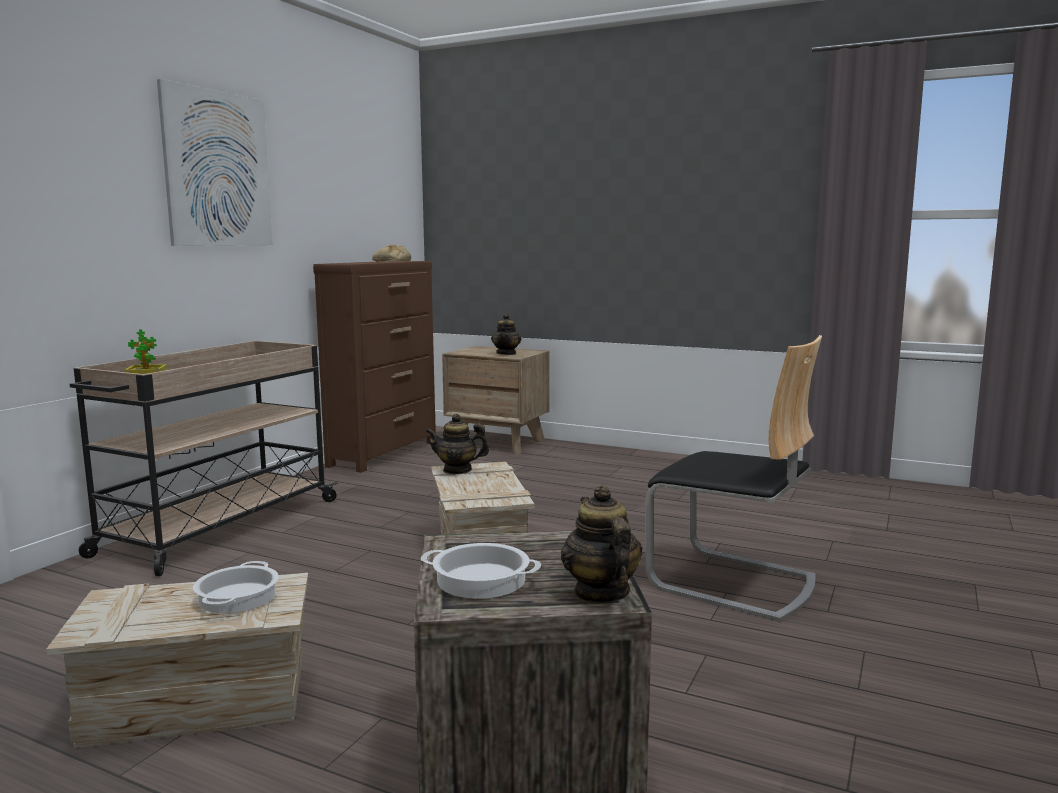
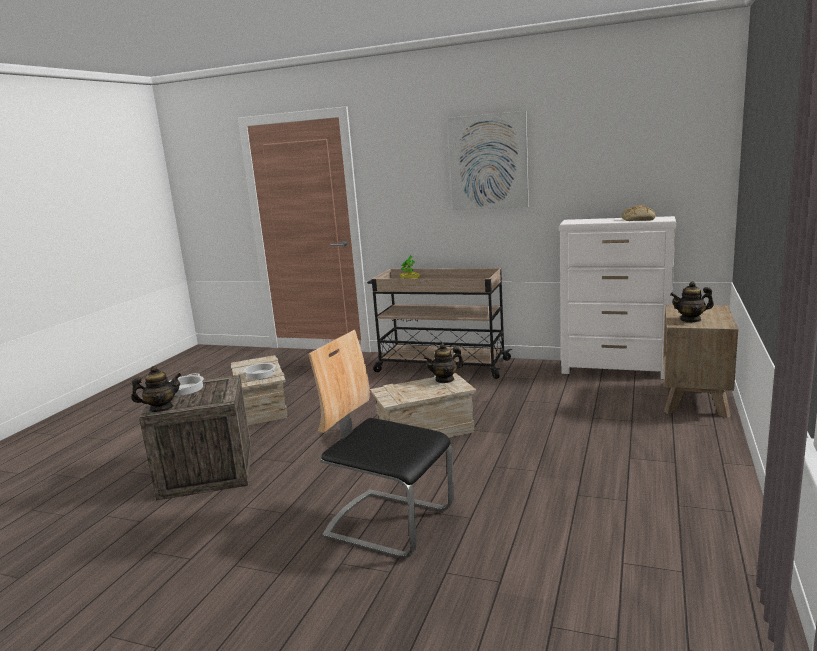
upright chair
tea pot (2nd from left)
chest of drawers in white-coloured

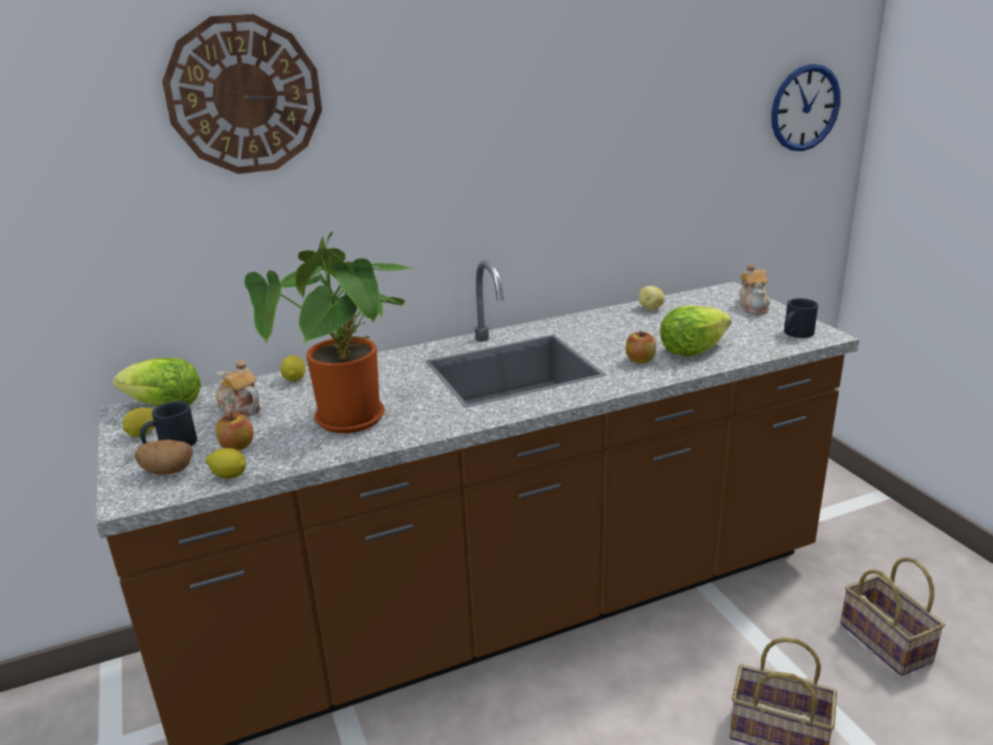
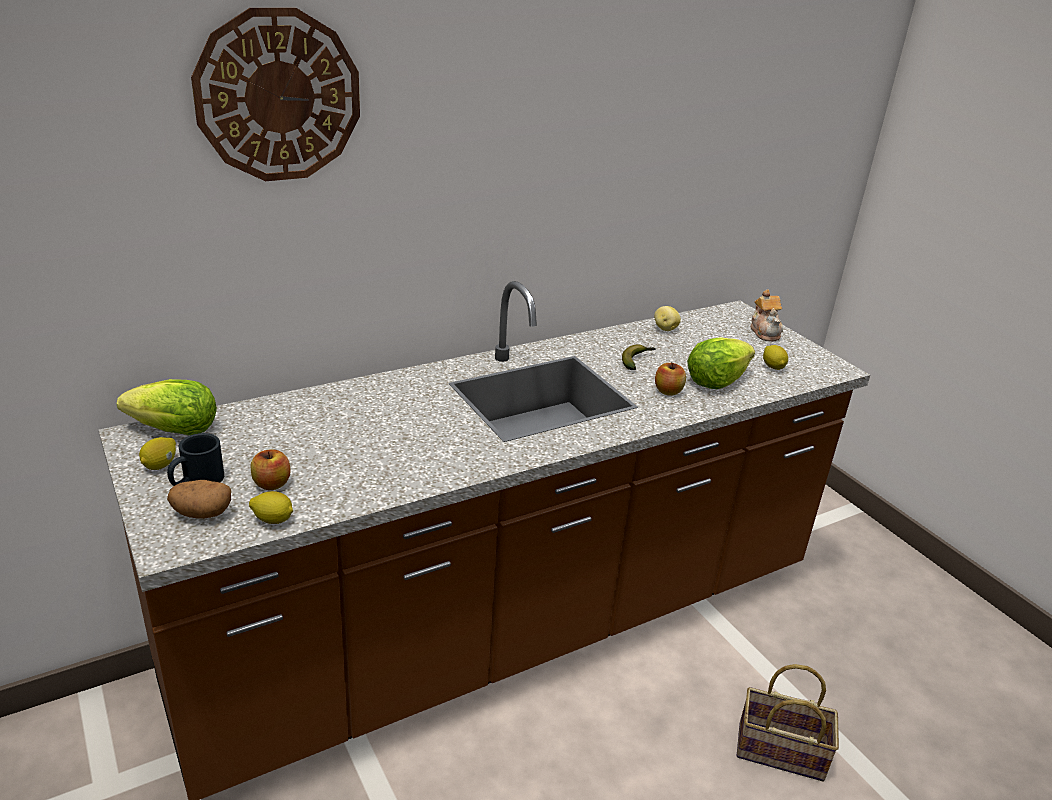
banana
citrus fruit (3rd from left)
tea pot (1st from left in the first image)
potted plant
clock on the wall (2nd from left in the first image)
coffee mug in blackish (2nd from left in the first image)
basket (2nd from left in the first image)

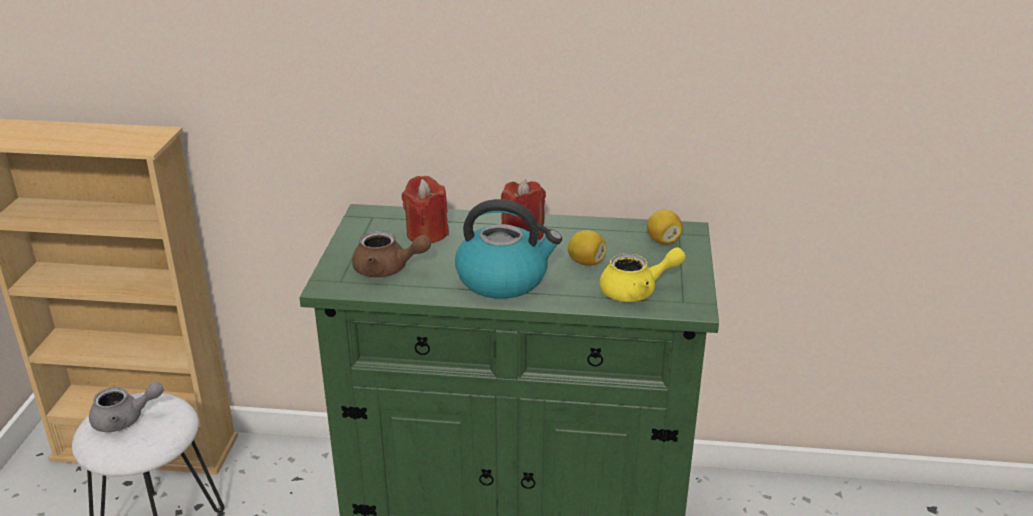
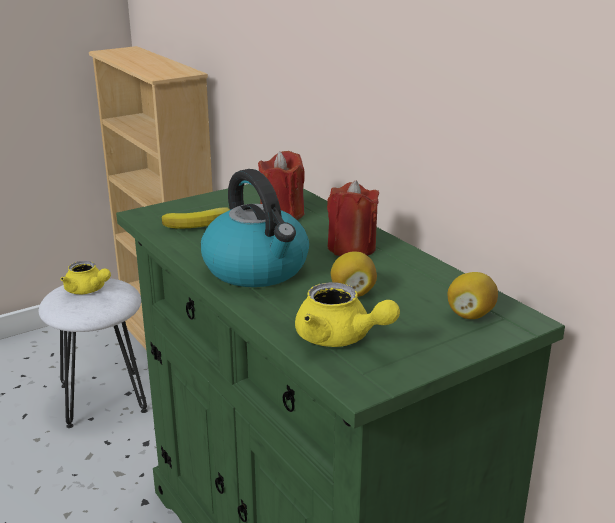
tea pot in yellowish (1st from left)
banana

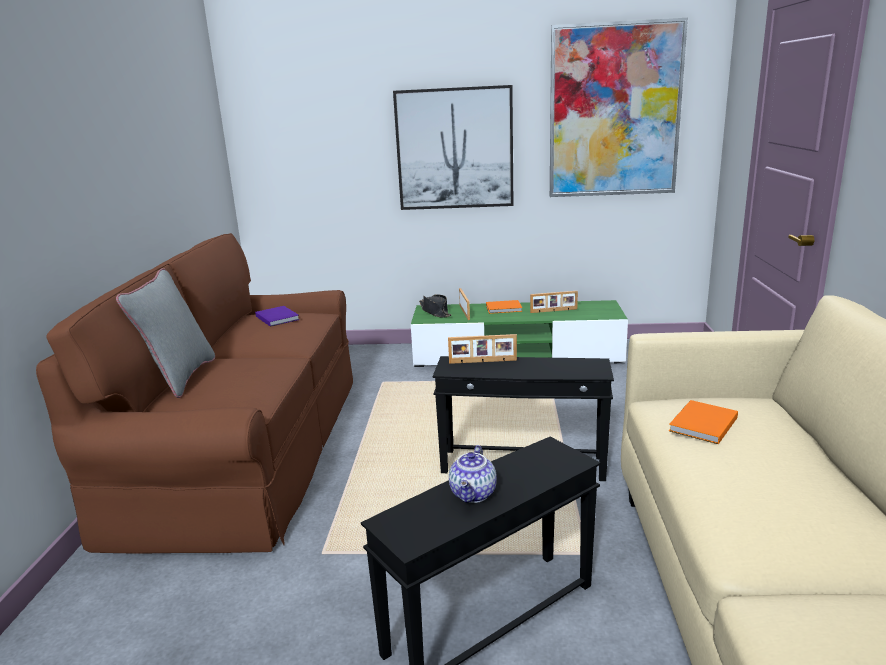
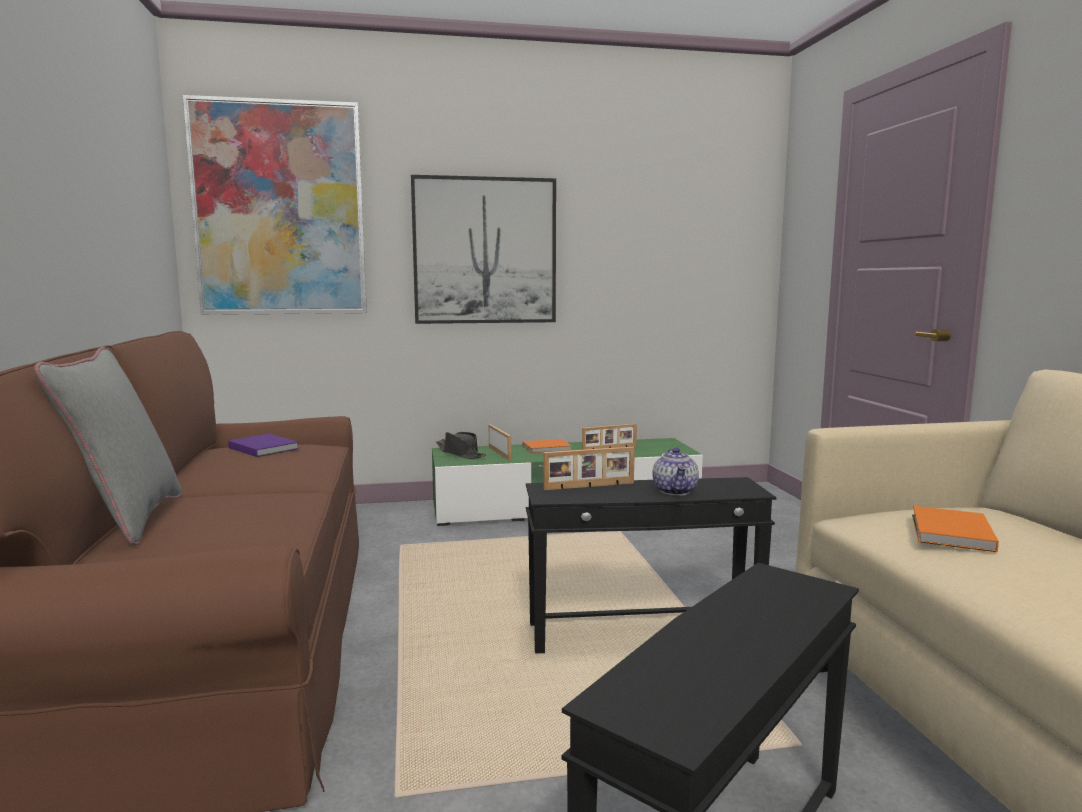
wall picture (1st from left)
tea pot

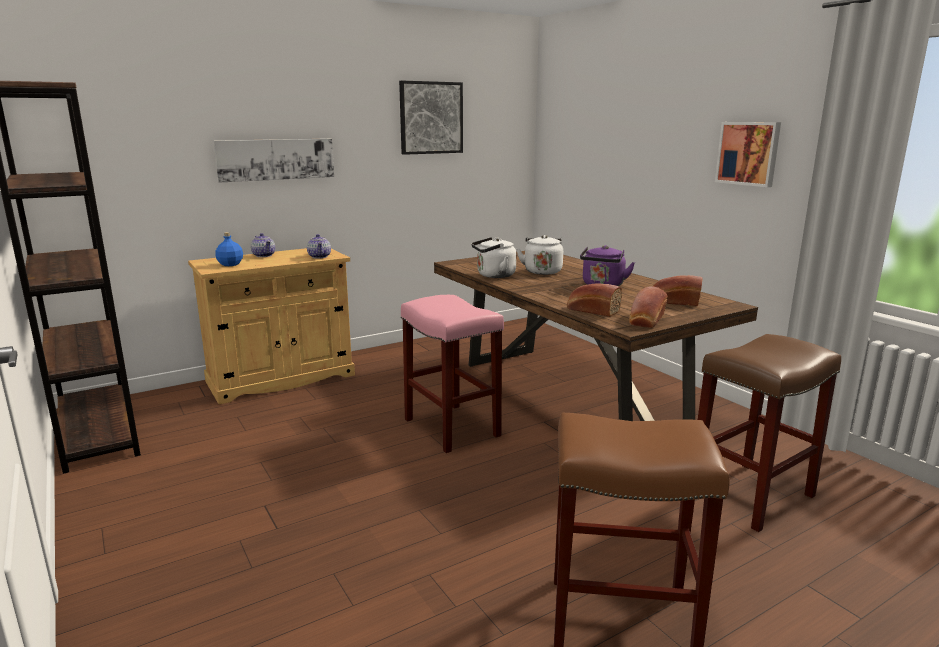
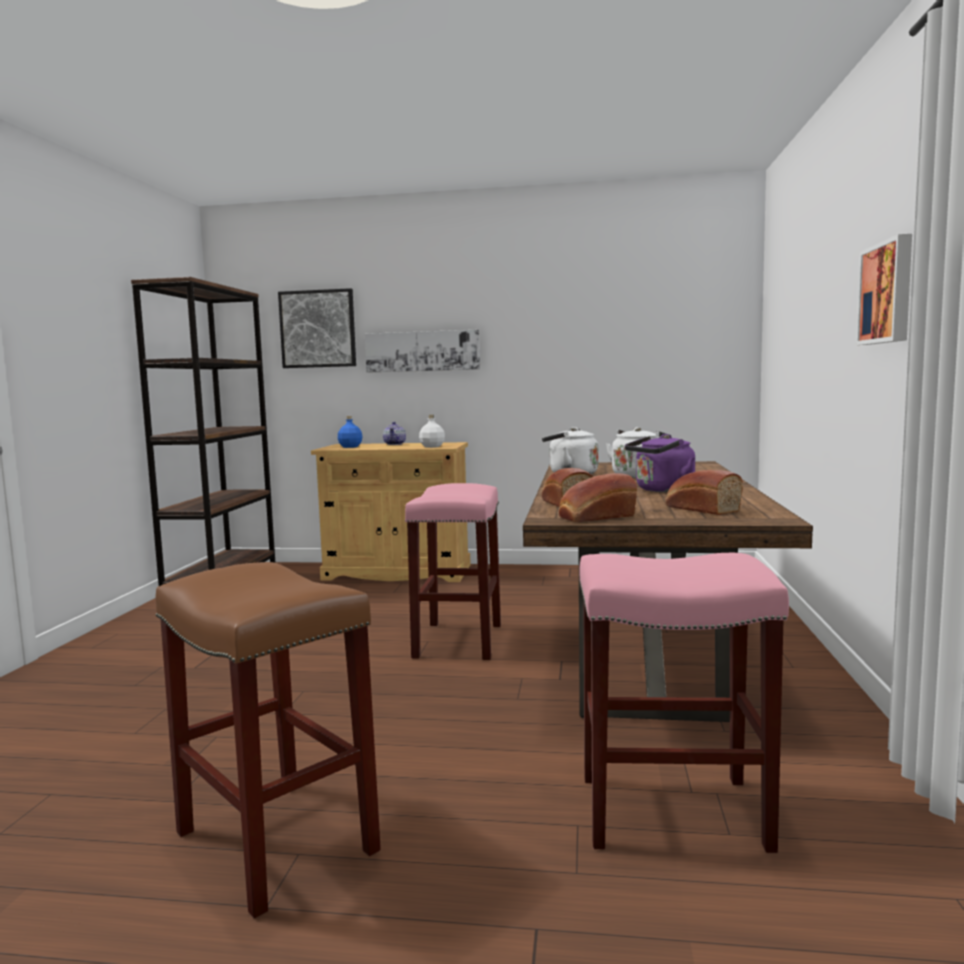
wall picture (1st from left)
bottle in white-coloured
sitting stool in pink-coloured (2nd from left)

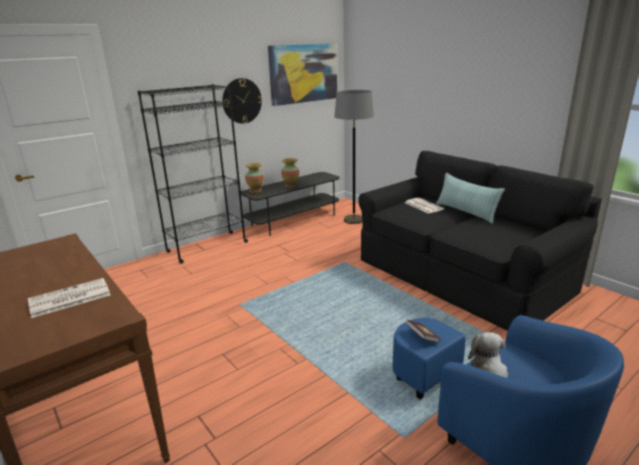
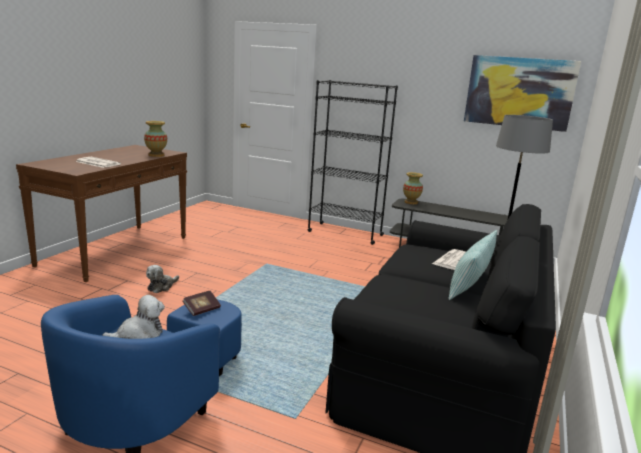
decorative vase (1st from left)
soft toy (2nd from left)
clock on the wall

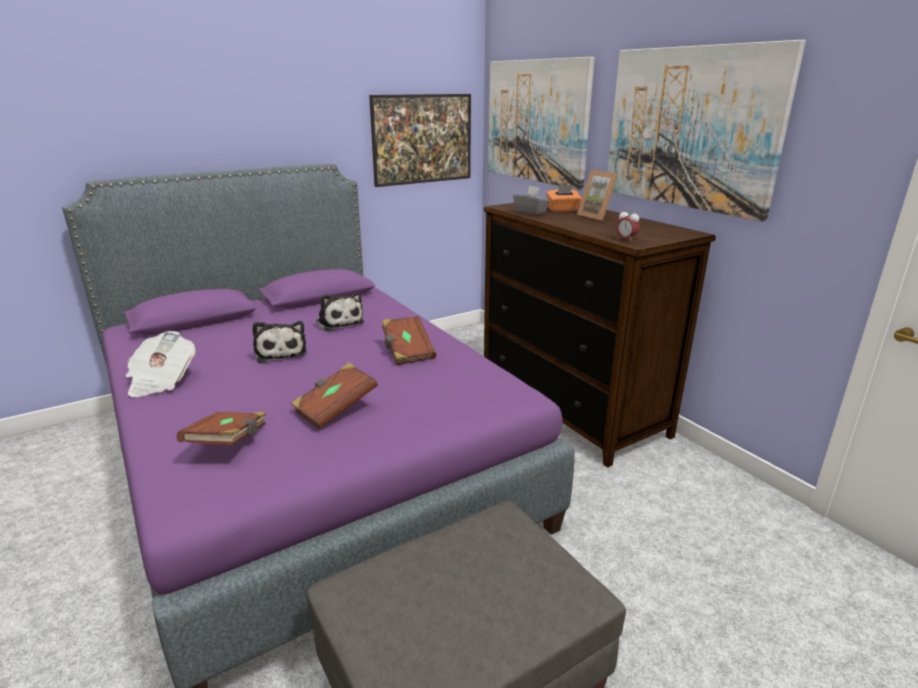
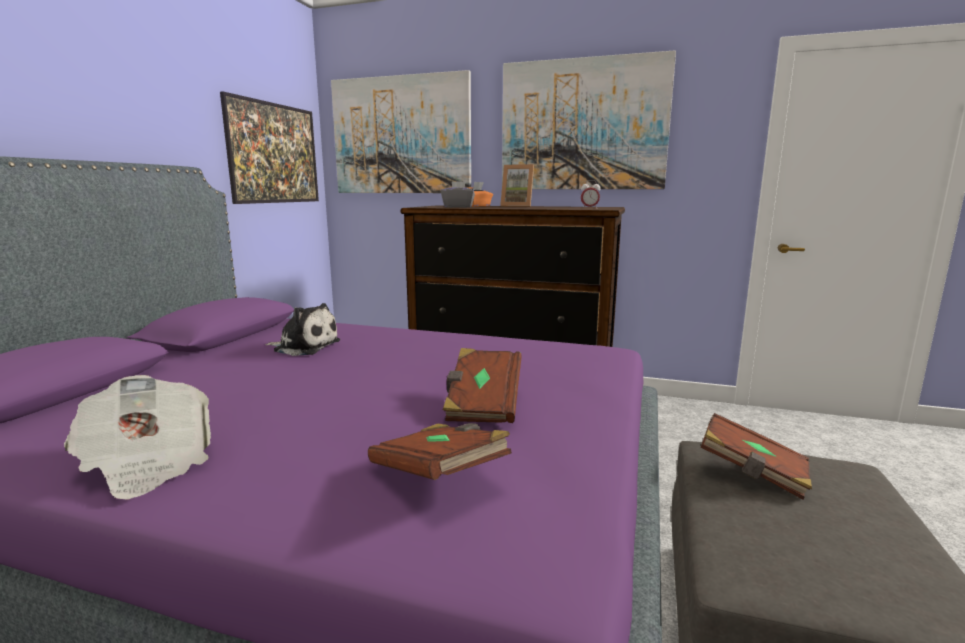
volume in brown (3rd from left)
soft toy (1st from left in the first image)

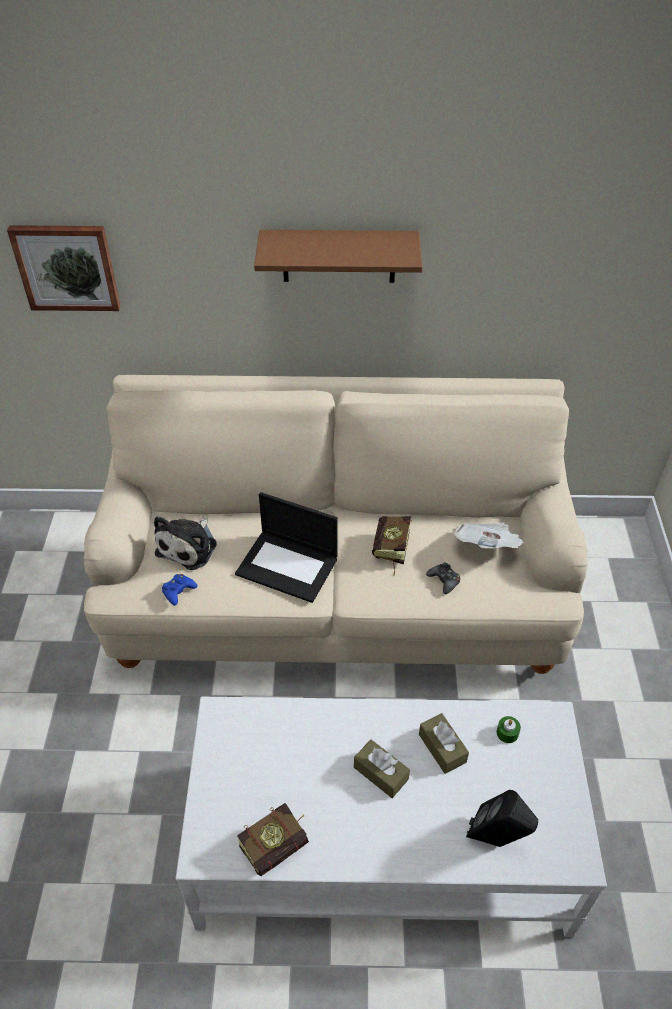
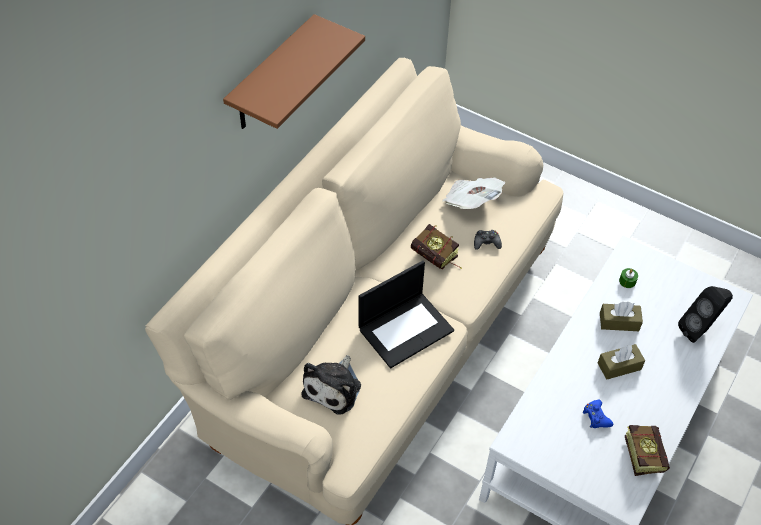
soft toy
joypad in blue
wall picture

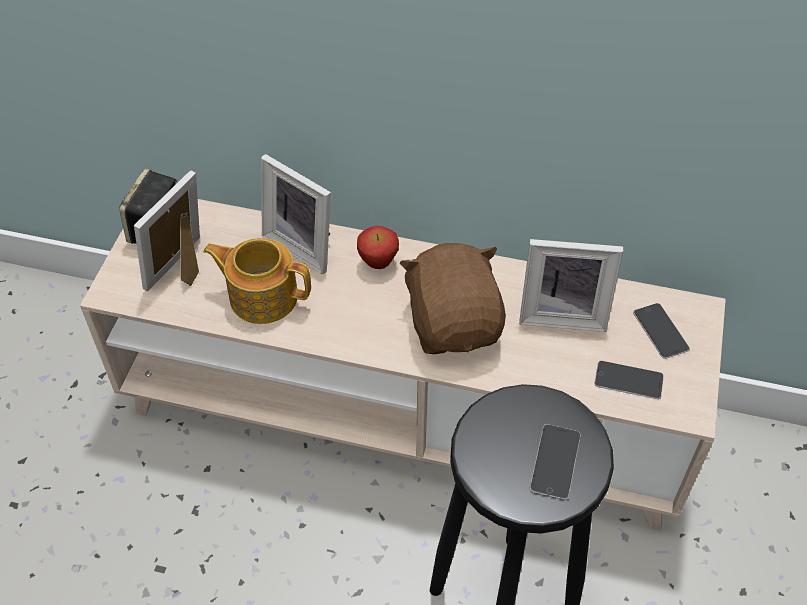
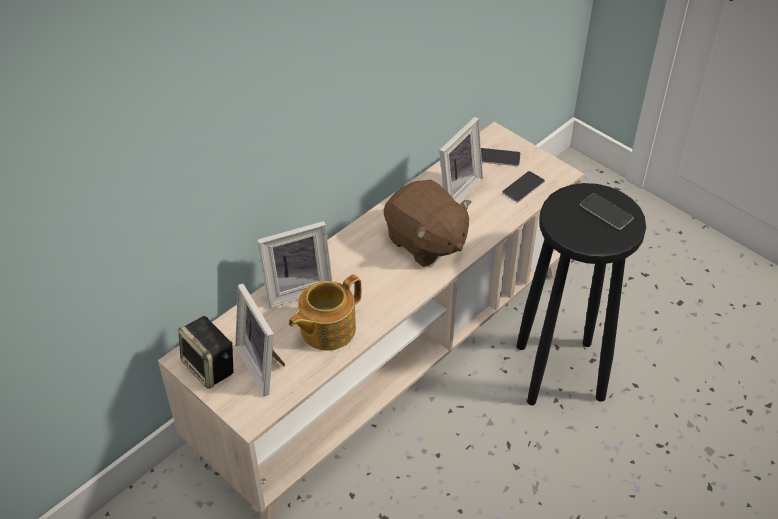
soft toy in brown
apple

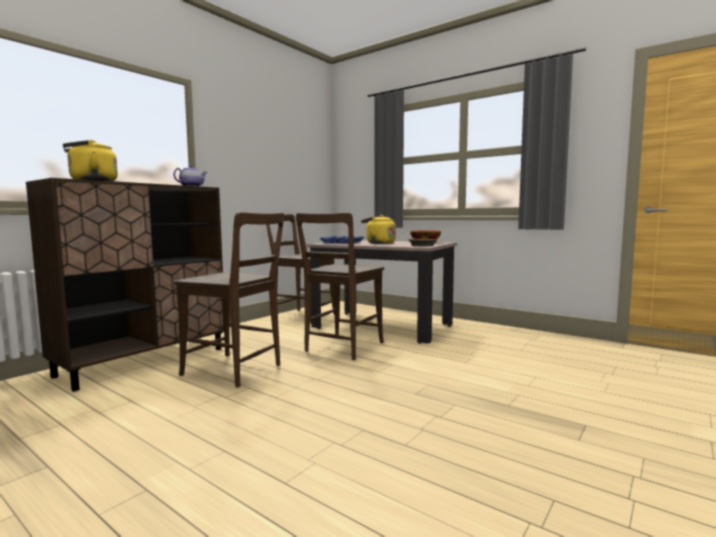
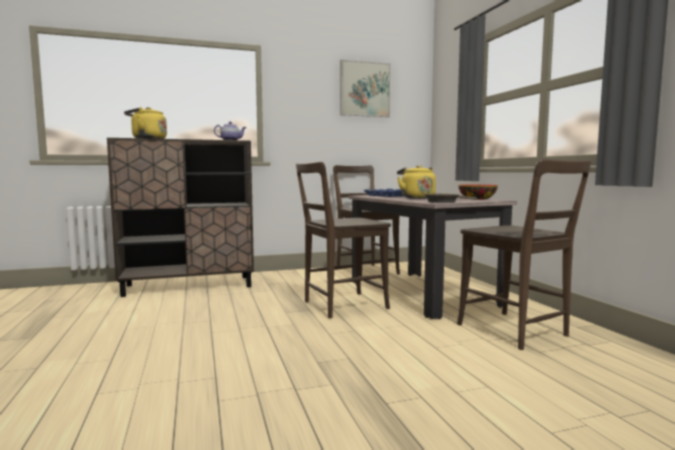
wall picture
upright chair in brown (3rd from left)

